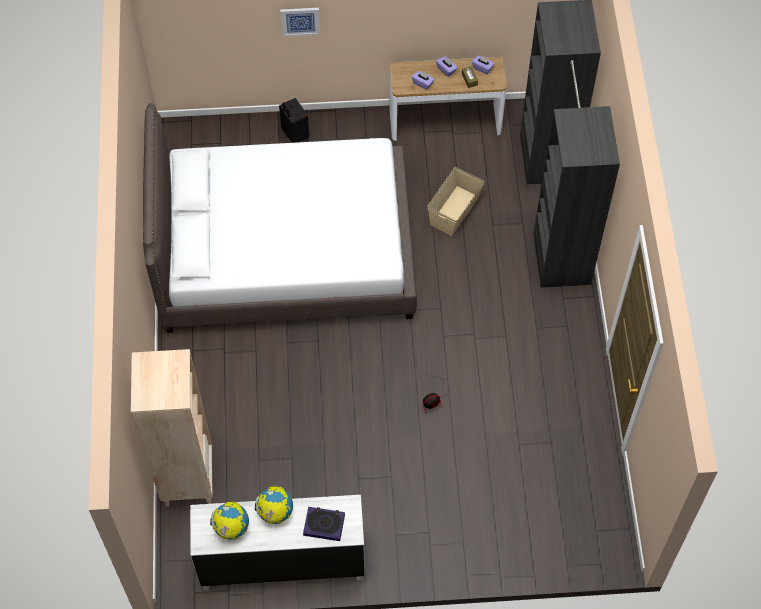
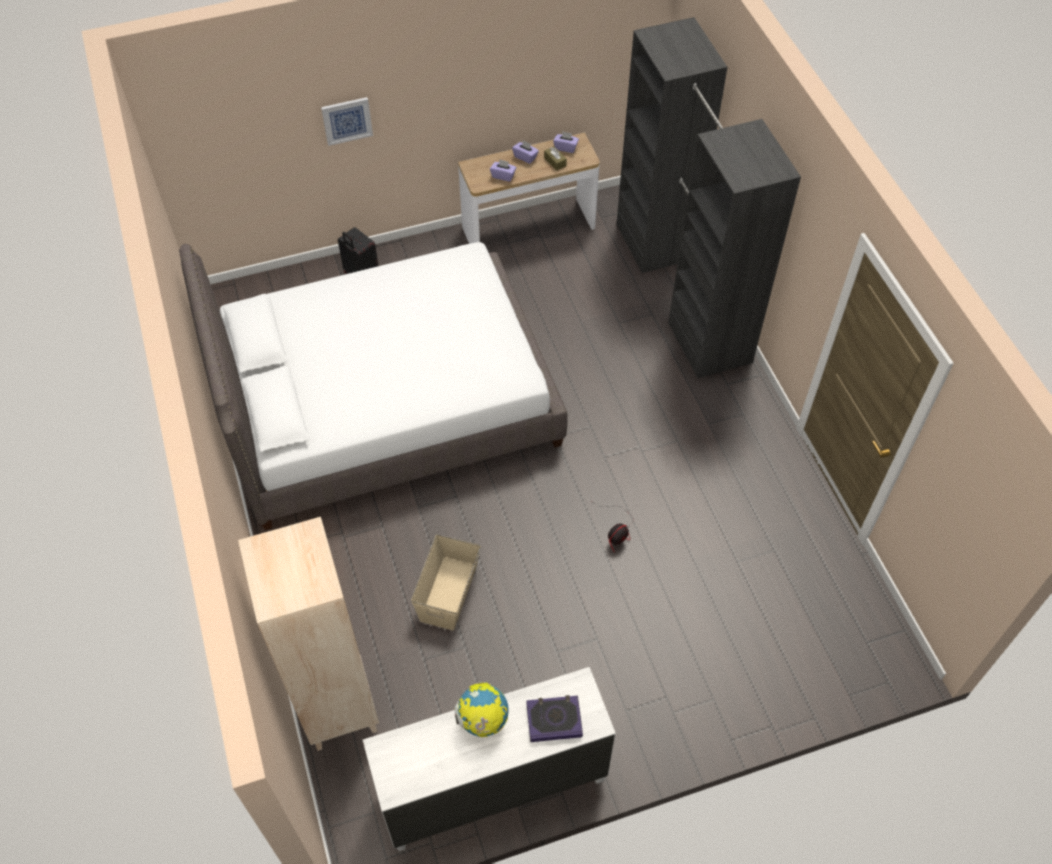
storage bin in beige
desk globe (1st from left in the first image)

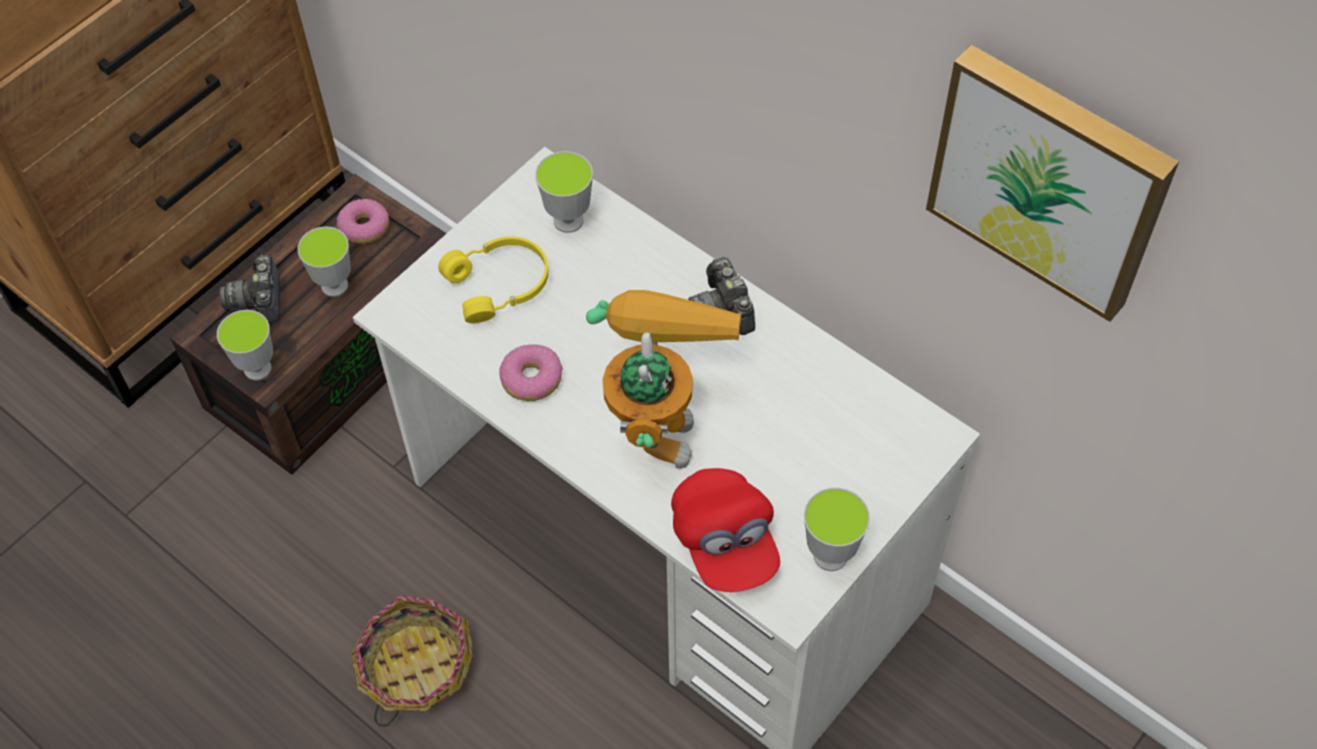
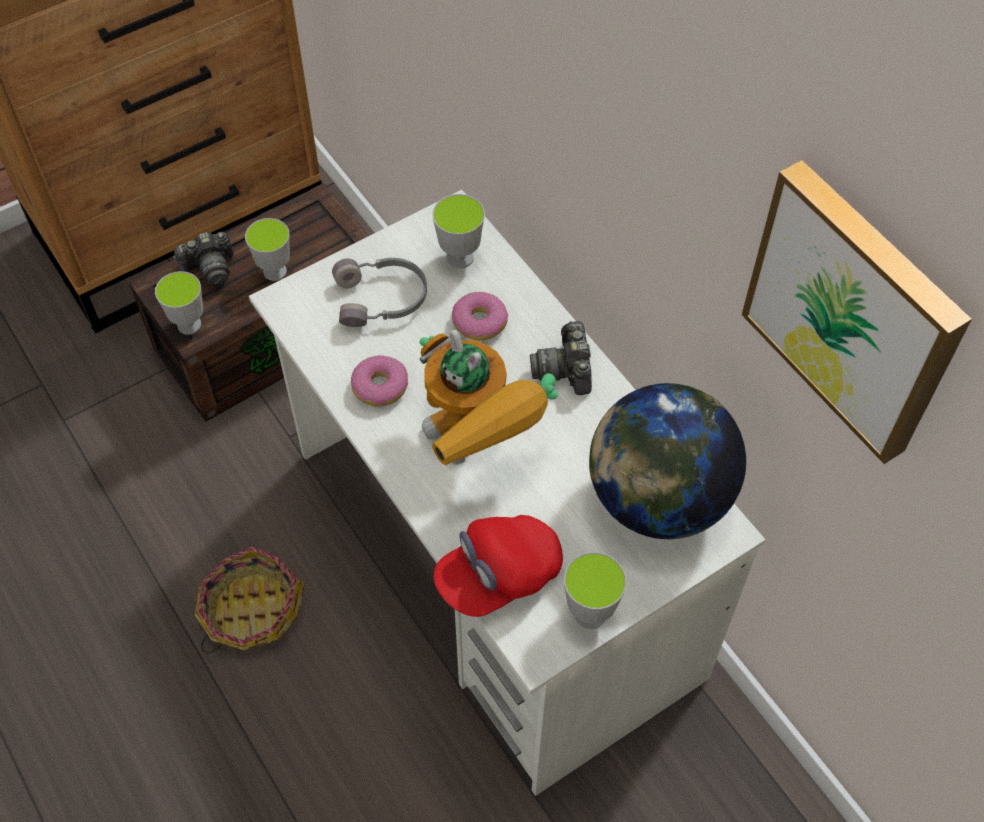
still camera (1st from left)
headset in grey
robot figure
baseball cap in reddish
ring doughnut (2nd from left)
desk globe

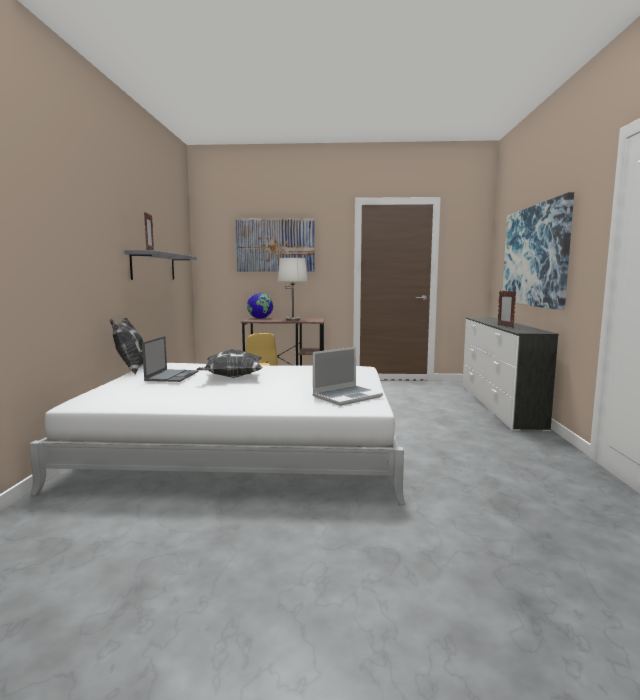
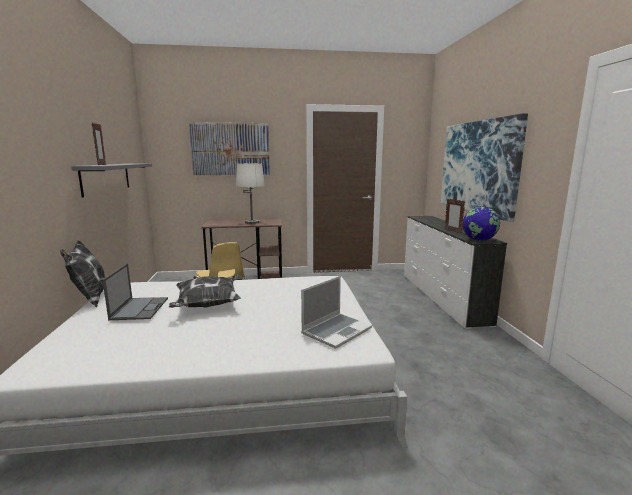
desk globe

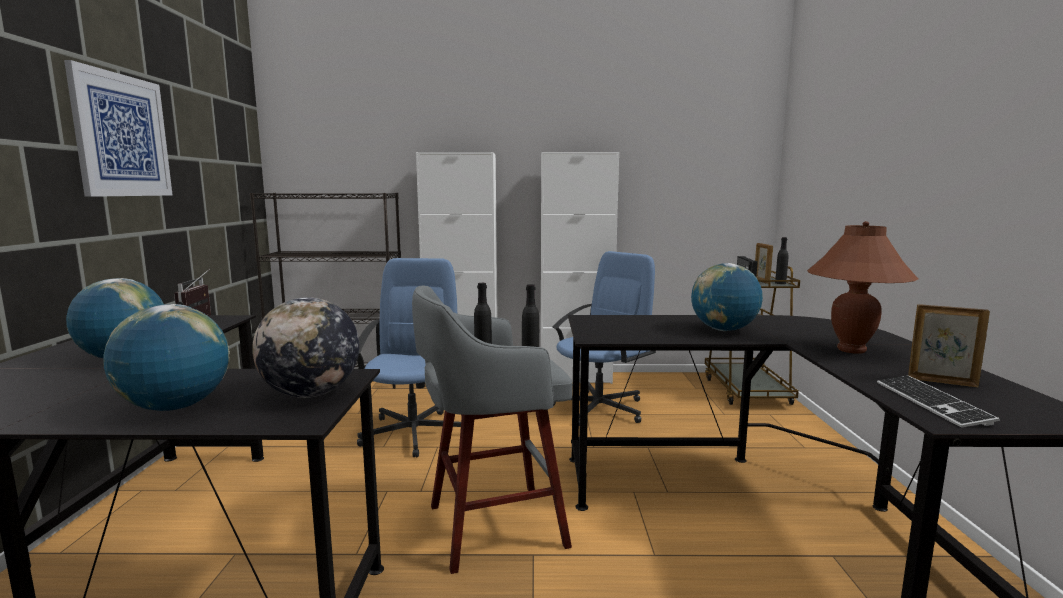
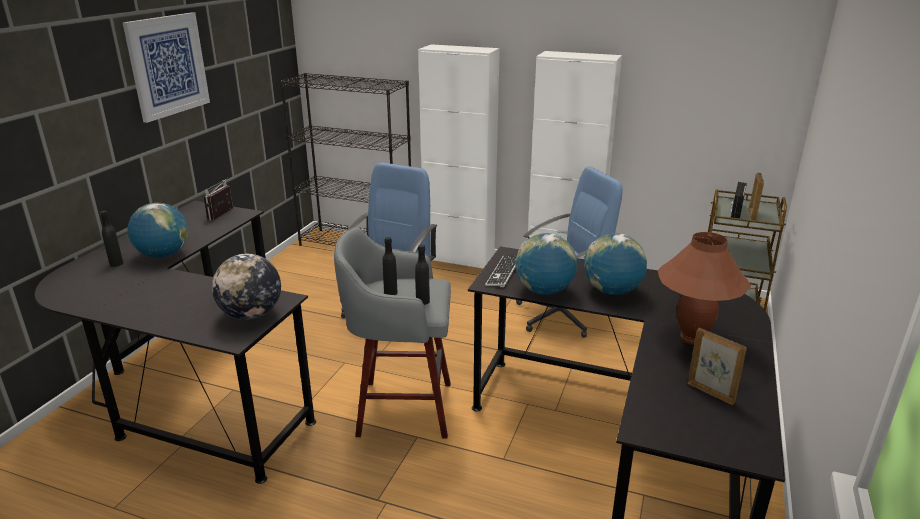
bottle in blackish (1st from left)
computer keyboard
desk globe (3rd from left)

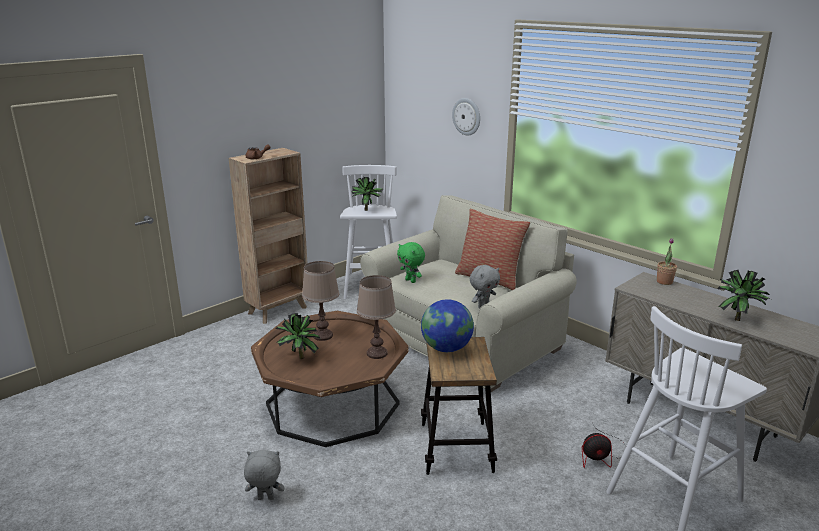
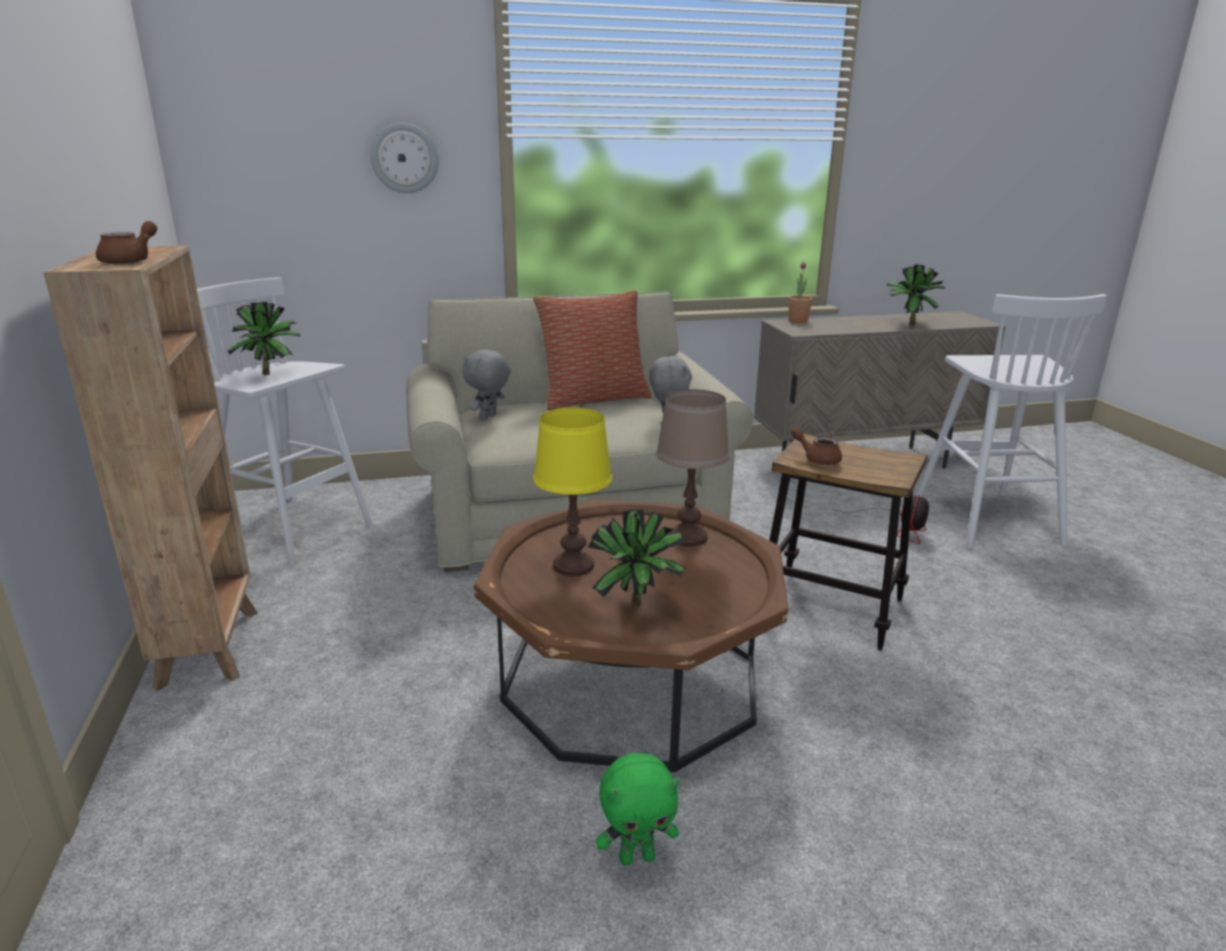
soft toy in grey (1st from left)
table lamp in yellowish
soft toy in green-coloured
tea pot in brown (2nd from left)

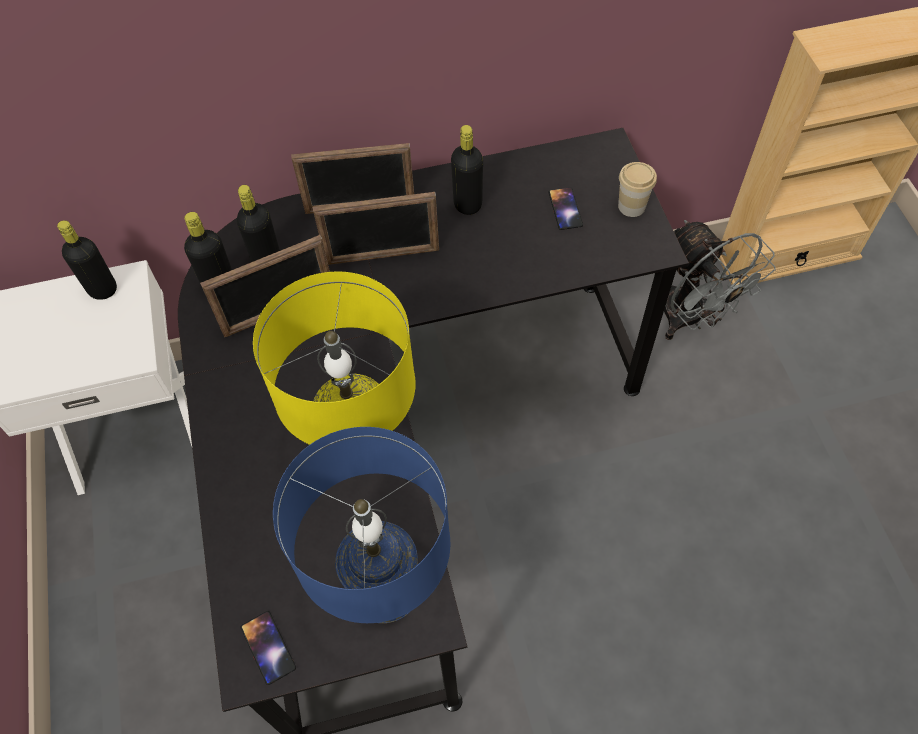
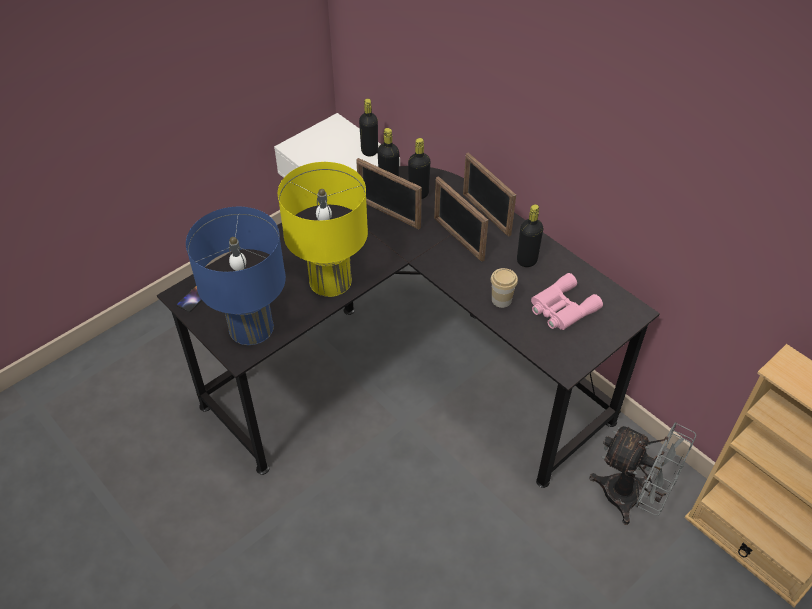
cup
binoculars in pink-coloured
fan in grey

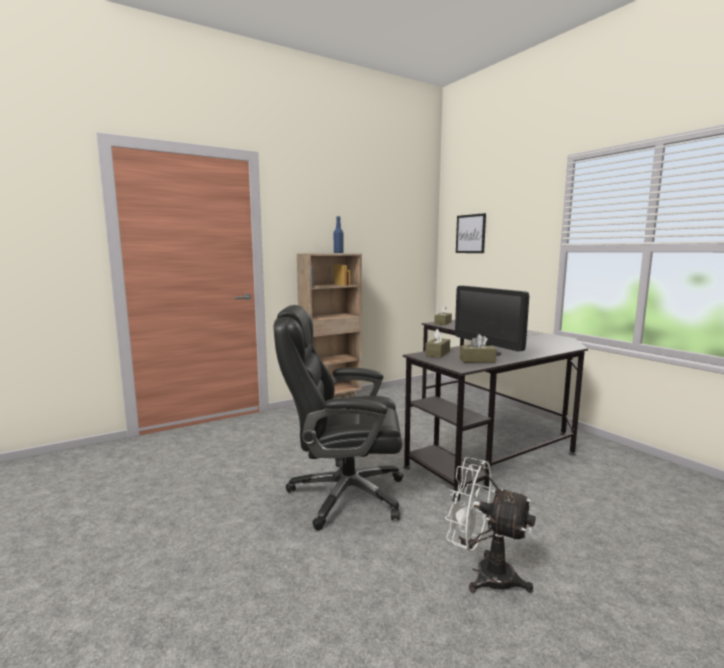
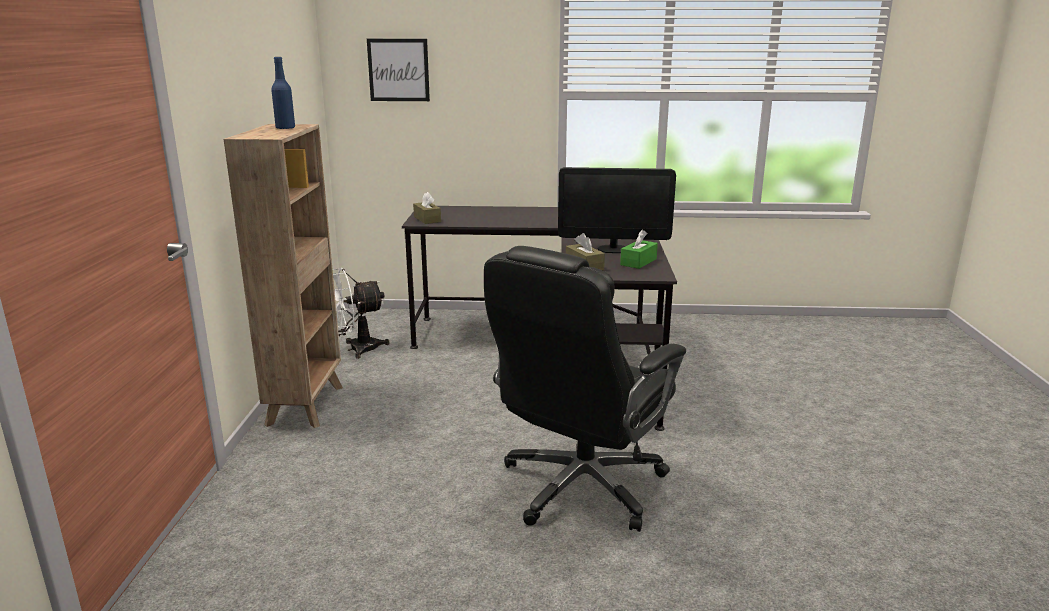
fan in white-coloured
tissue holder in green-coloured

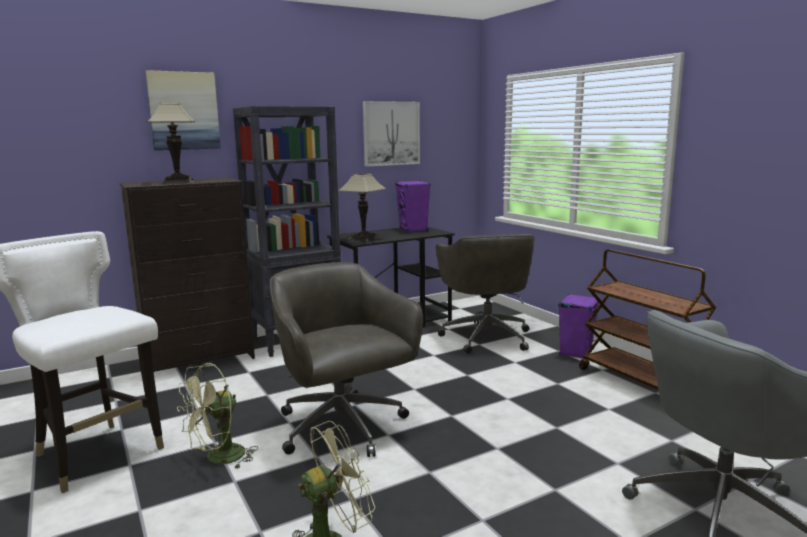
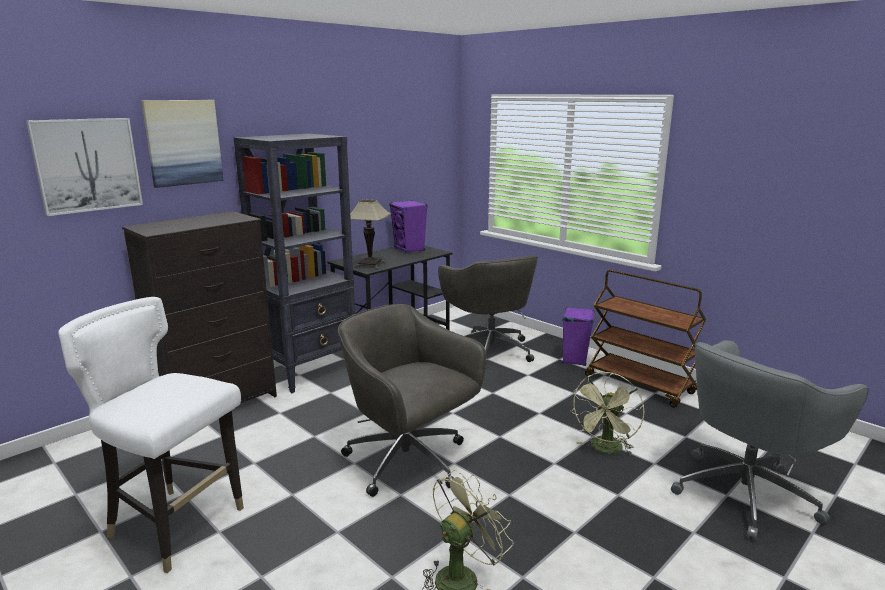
wall picture (1st from left)
fan in green-coloured (2nd from left)
table lamp (1st from left in the first image)

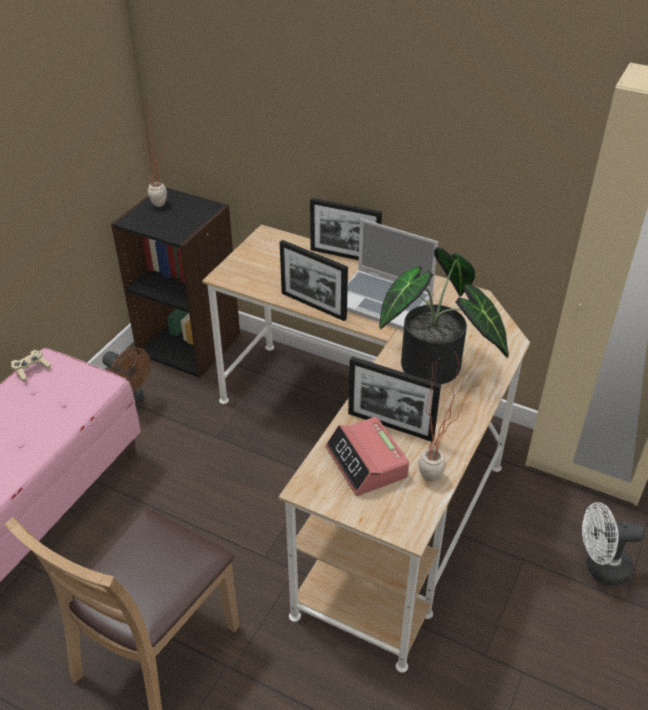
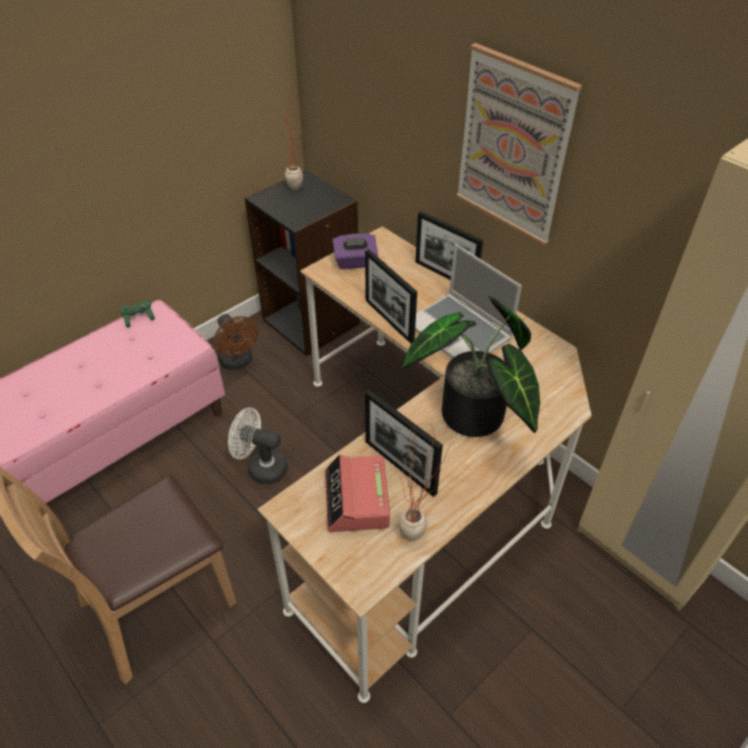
joypad in green-coloured
fan in white-coloured
tissue holder in purplish
wall picture

